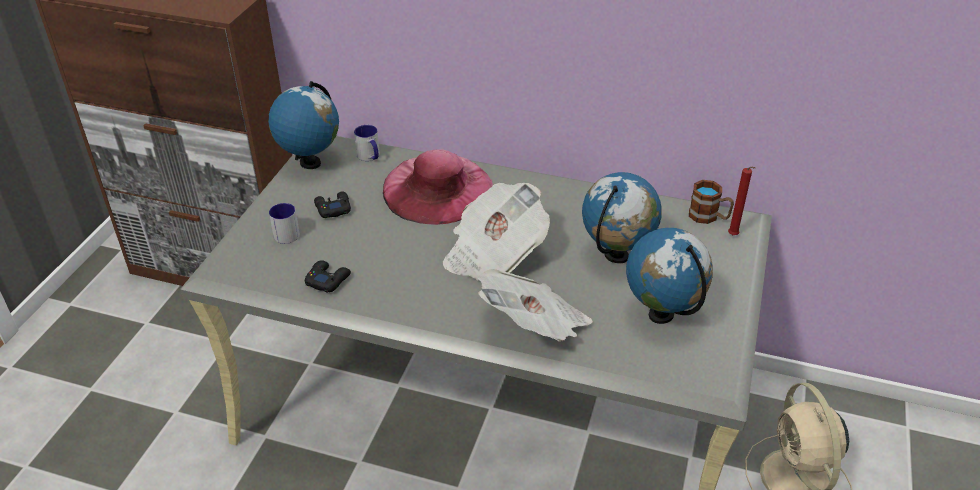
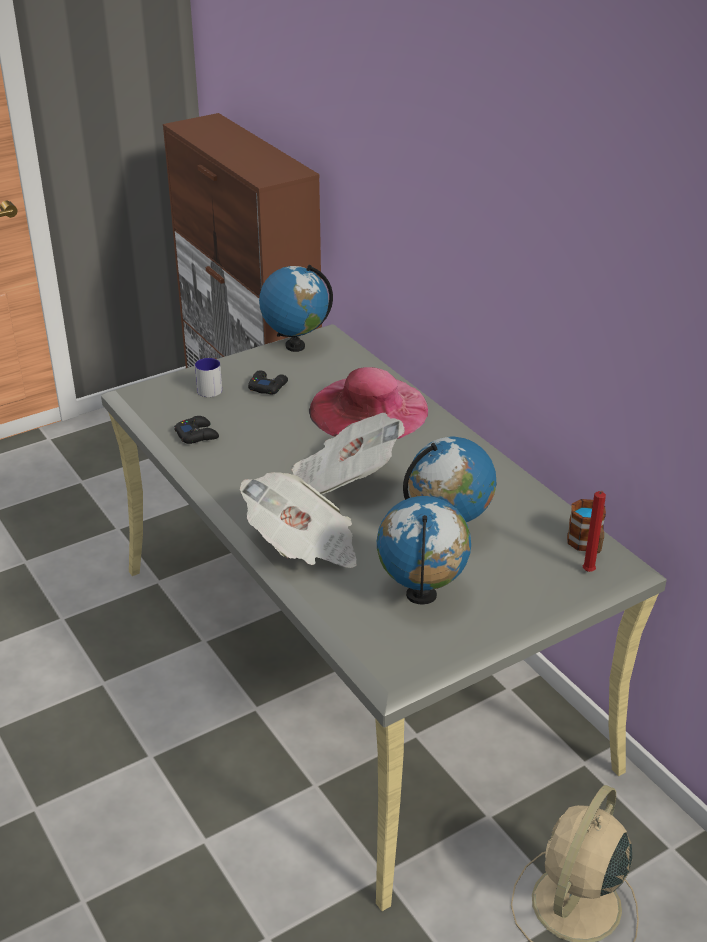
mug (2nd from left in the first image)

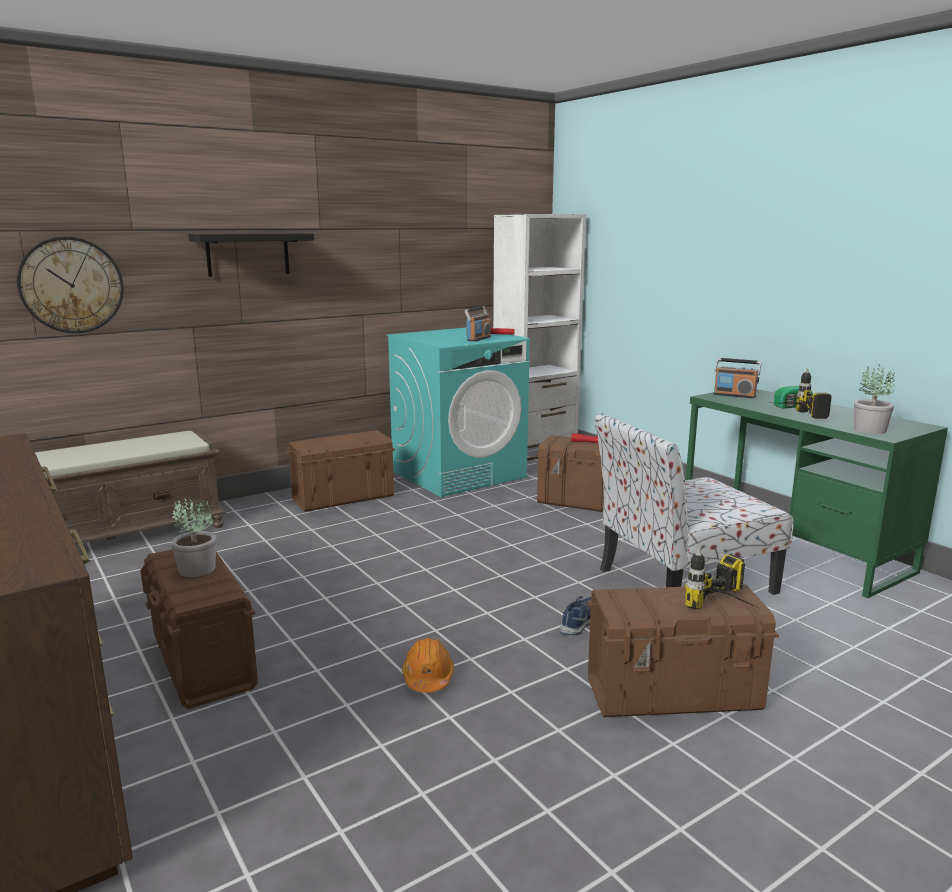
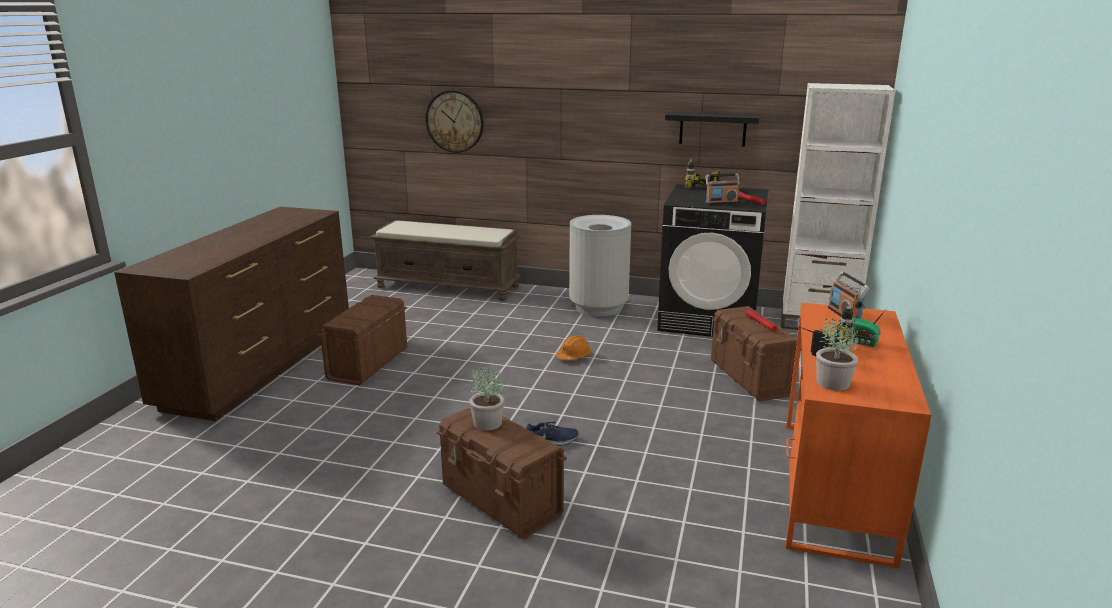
black shelf
black washing machine
orange desk
chair
grey trash can
potted plant (1st from left)
power drill (1st from left)
orange hard hat

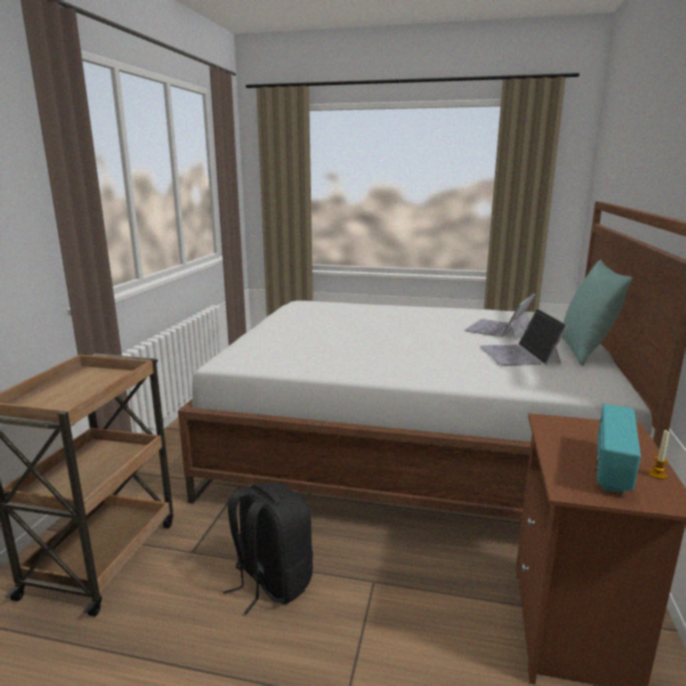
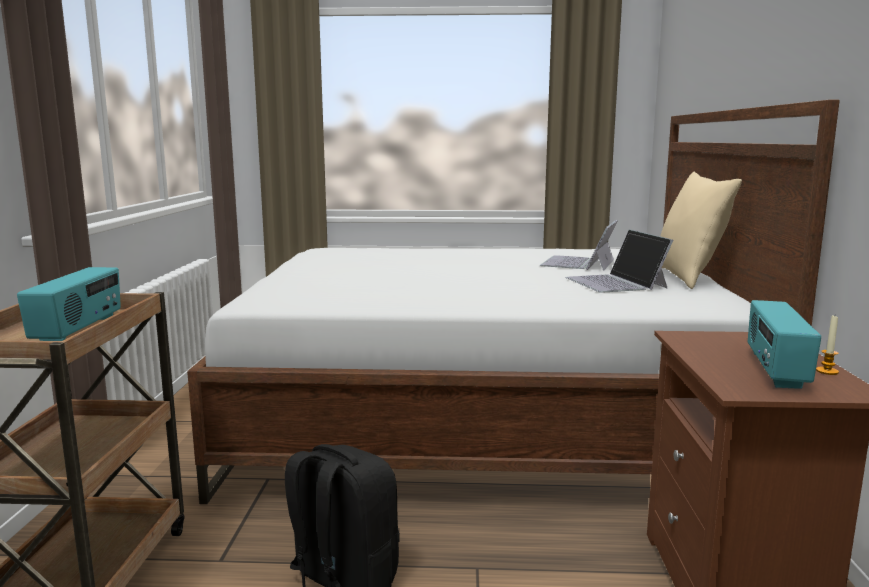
beige pillow
radio (1st from left)

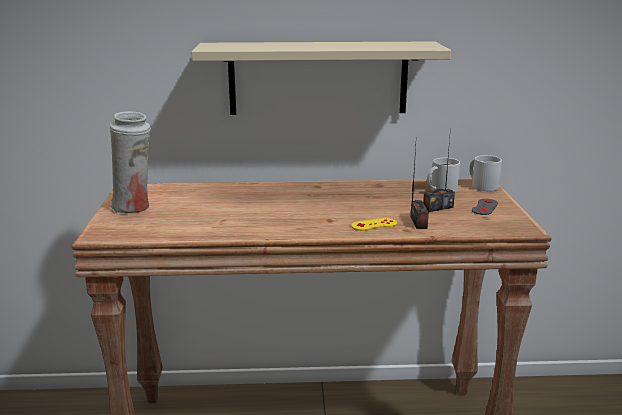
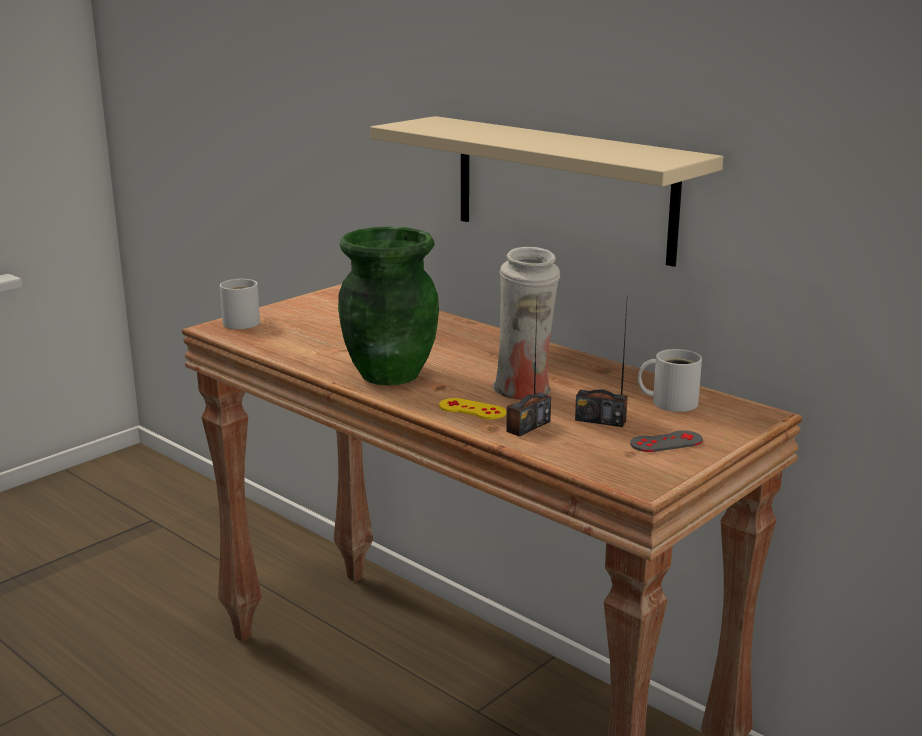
white vase
white mug (1st from left)
green vase

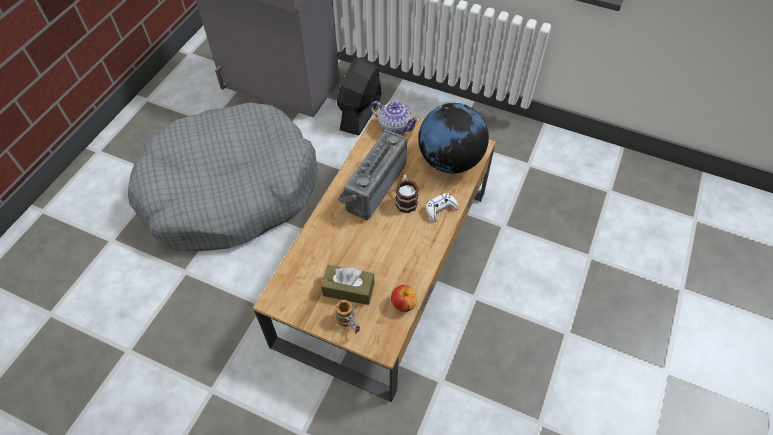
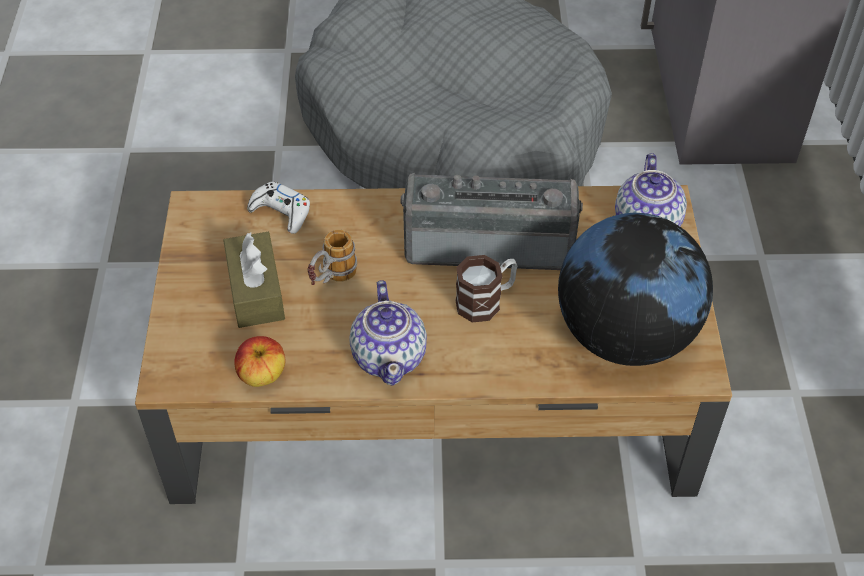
black fan
white game controller
mug (1st from left)
teapot (1st from left)

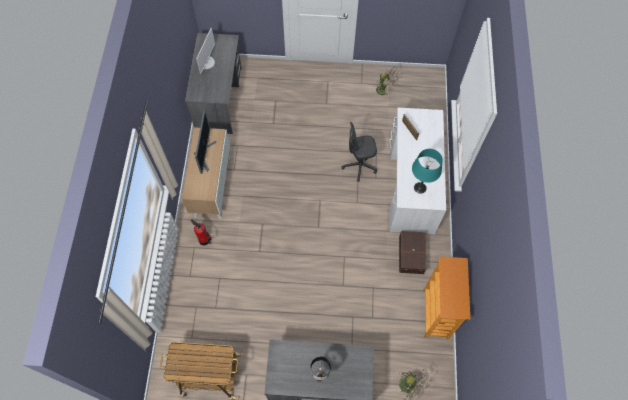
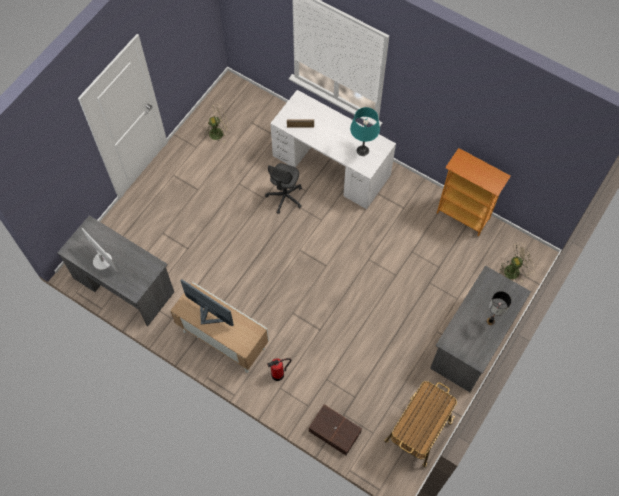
brown storage box

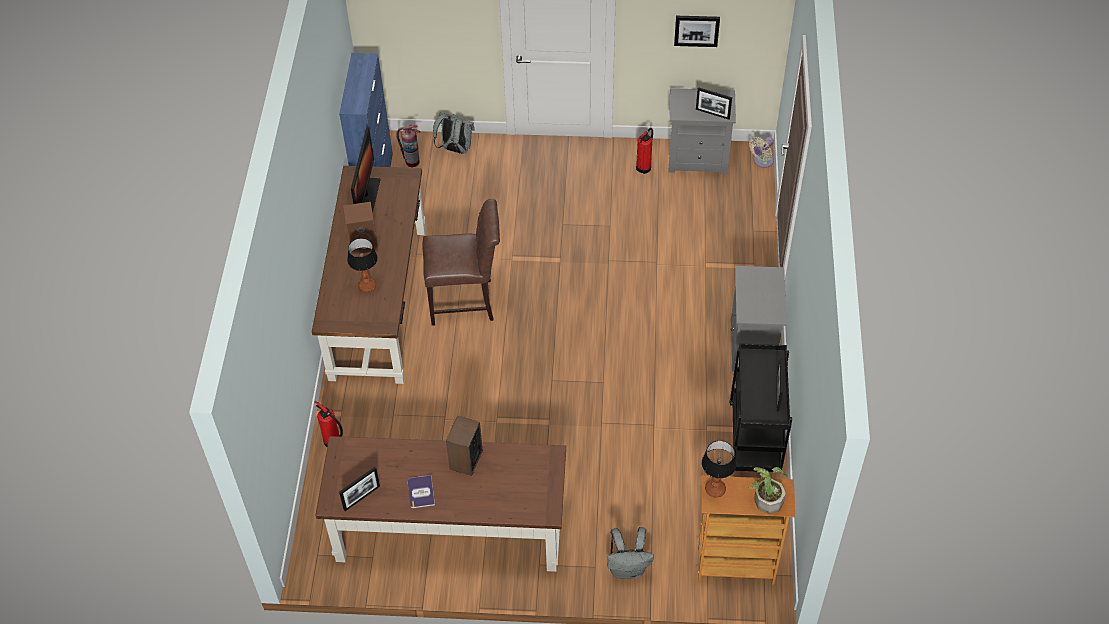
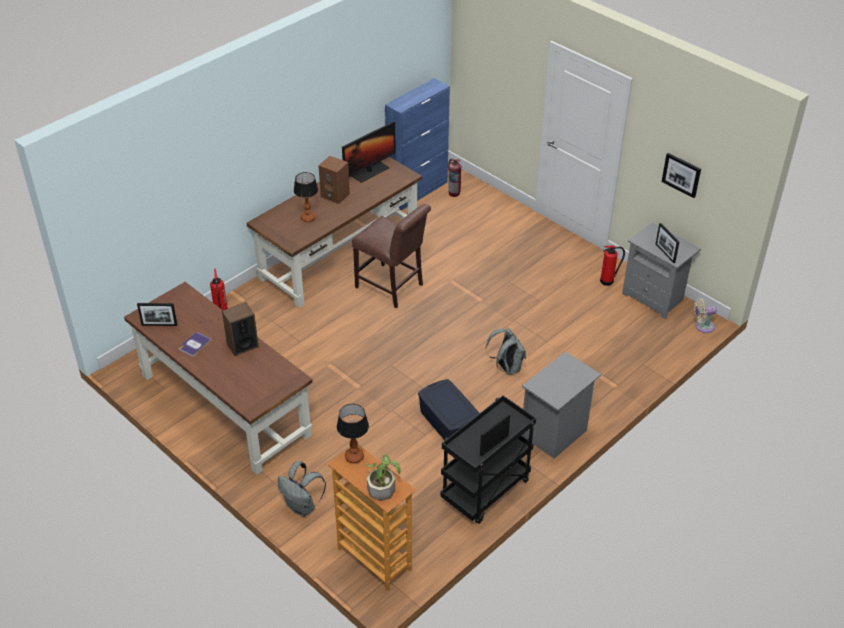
grey backpack (2nd from left)
blue storage box

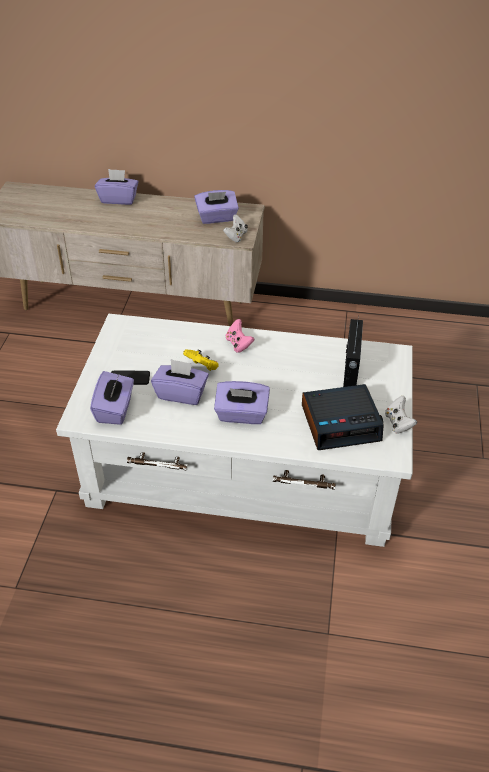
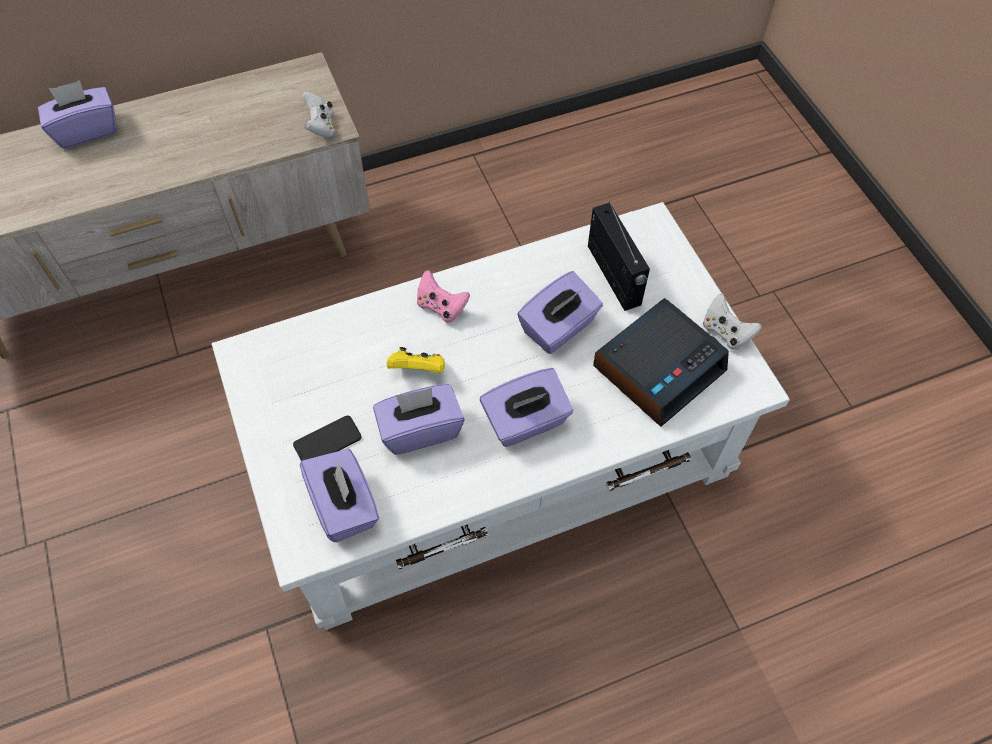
purple tissue box (5th from left)

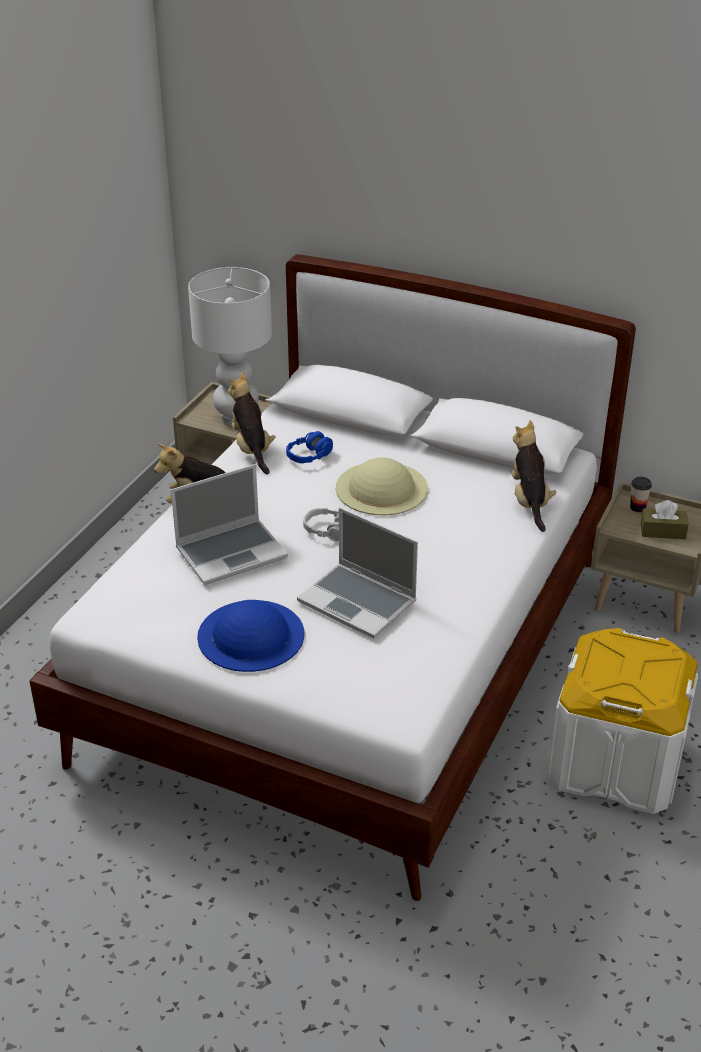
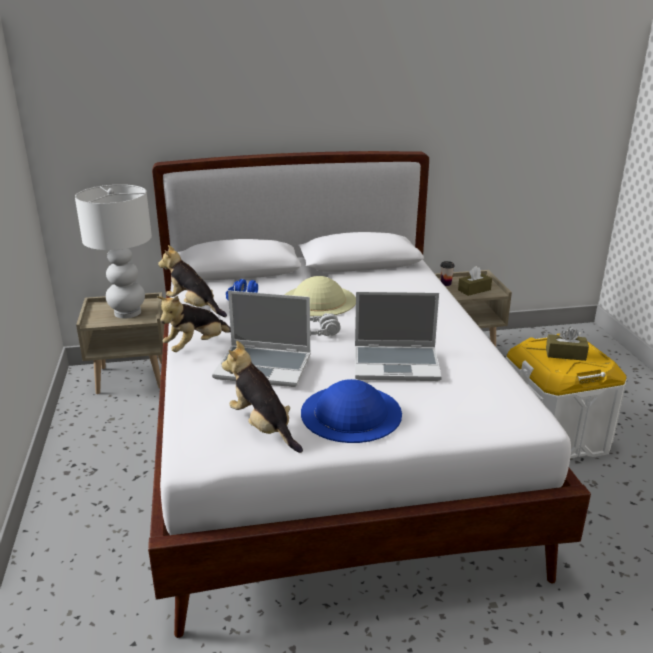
plush toy (3rd from left)
laptop (1st from left)
brown tissue box (2nd from left)

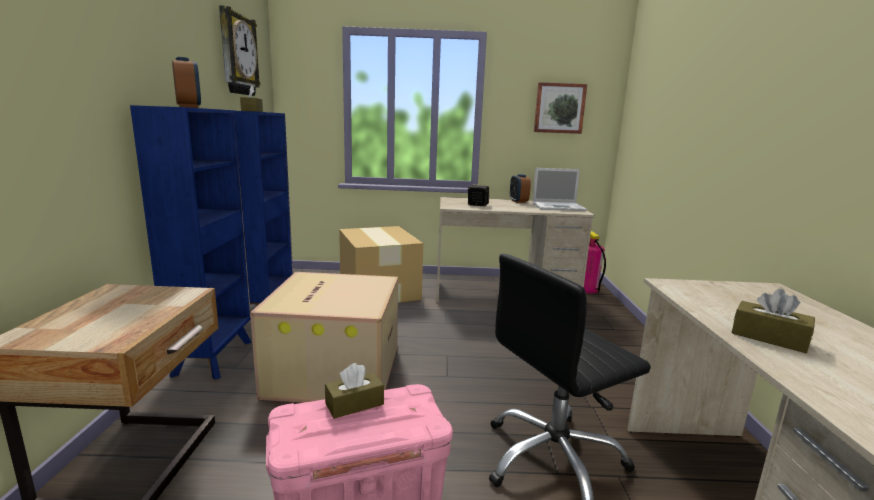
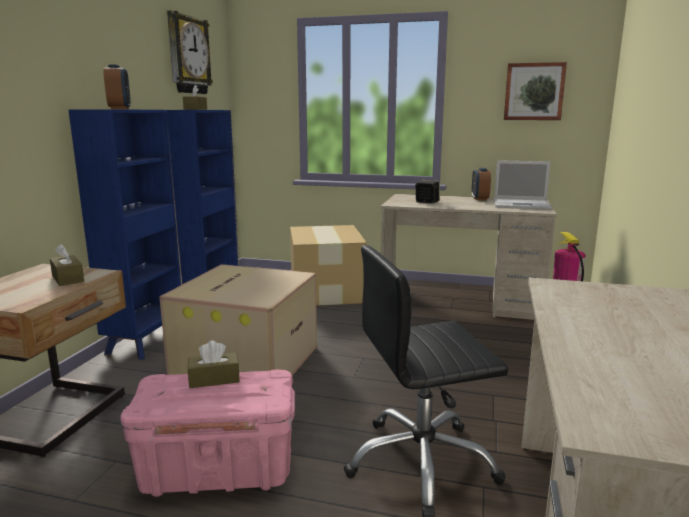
brown tissue box (1st from left)

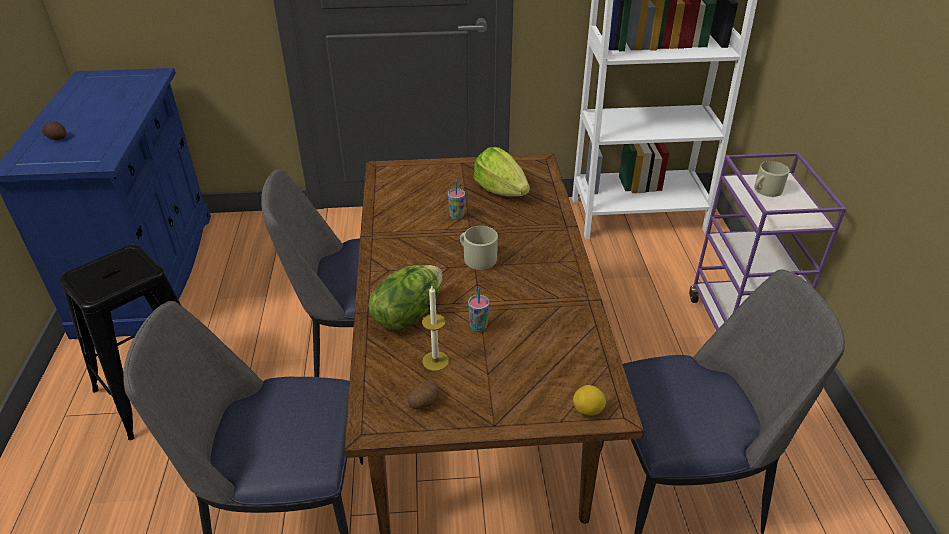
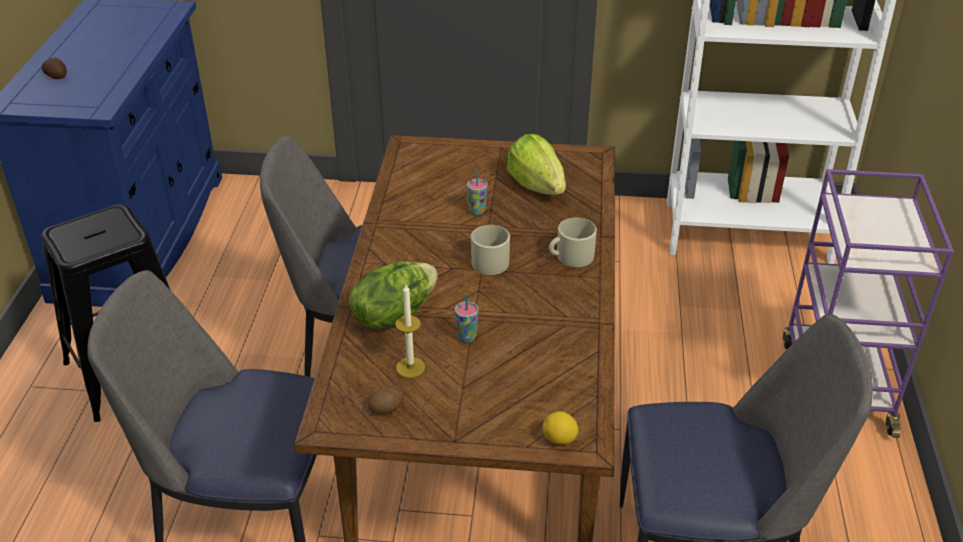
beige mug (2nd from left)

